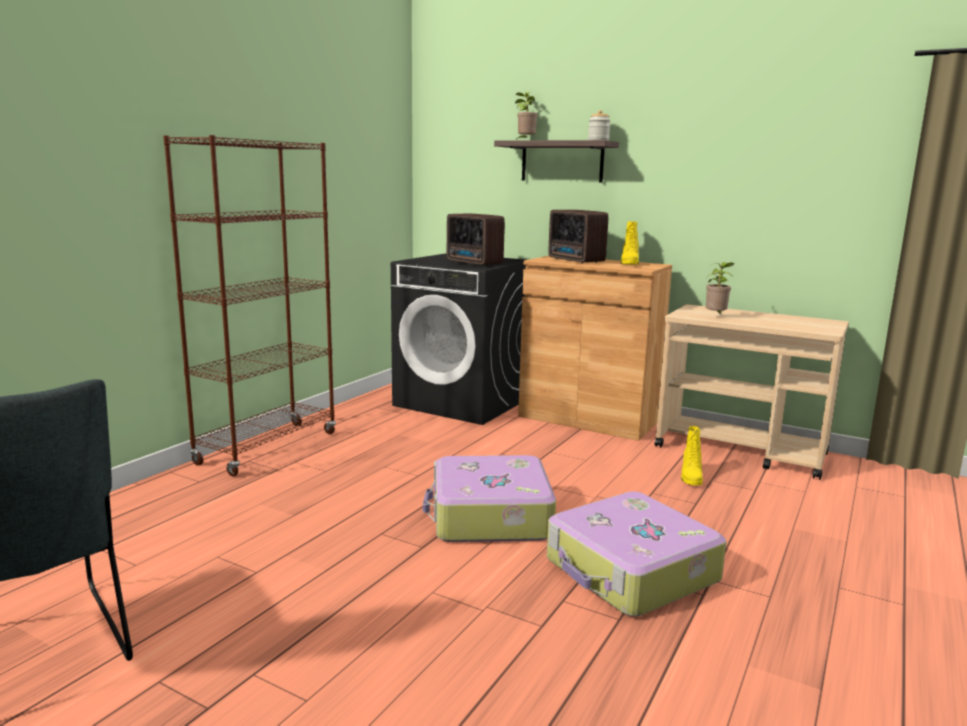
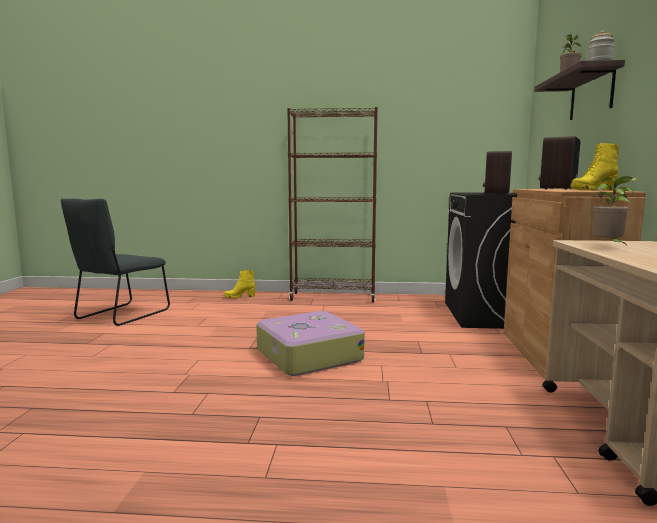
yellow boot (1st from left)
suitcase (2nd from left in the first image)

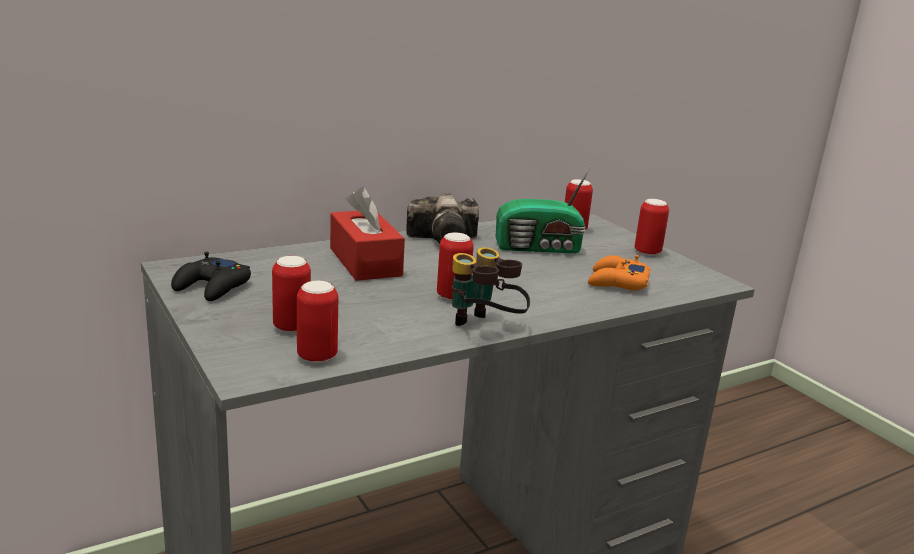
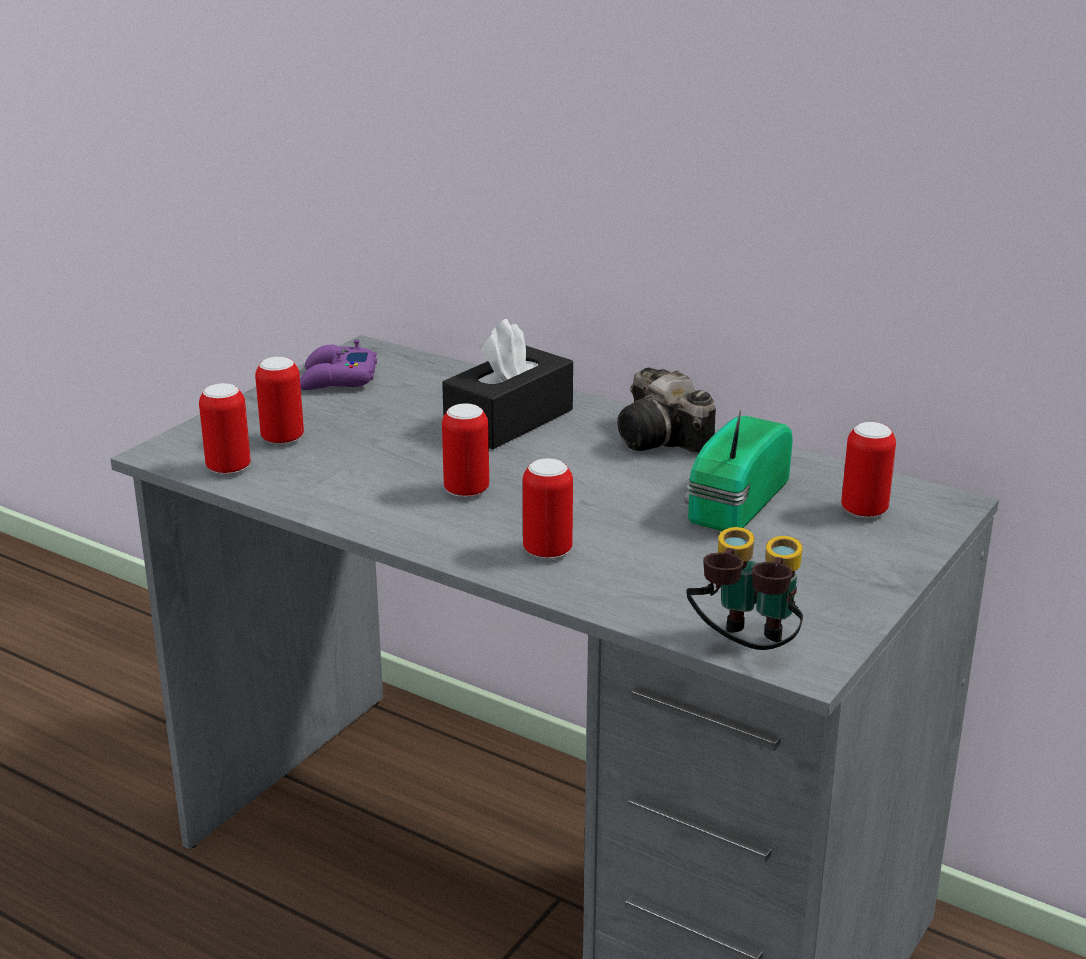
radio
black tissue box
can (4th from left)
binoculars
purple game controller
orange game controller

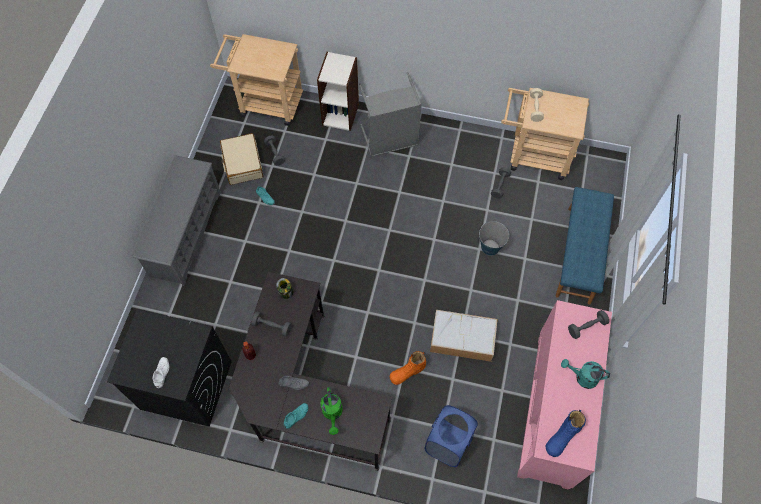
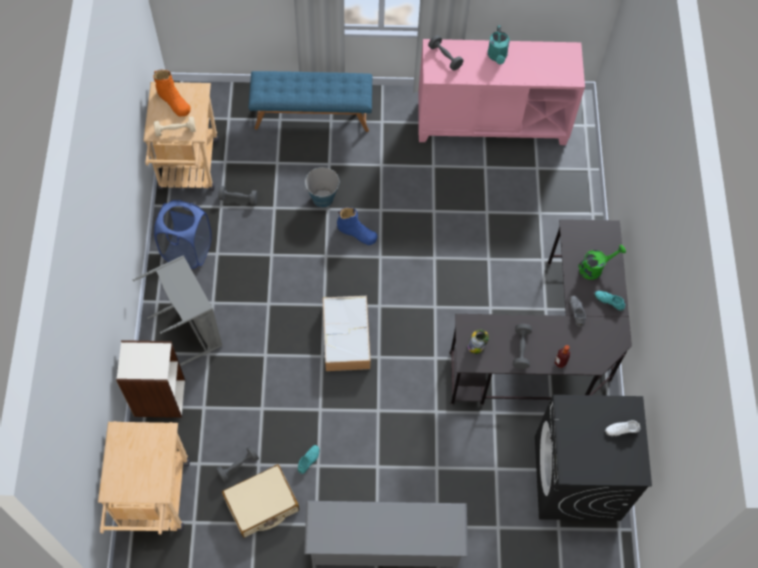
storage box
orange boot
blue laundry basket
blue boot

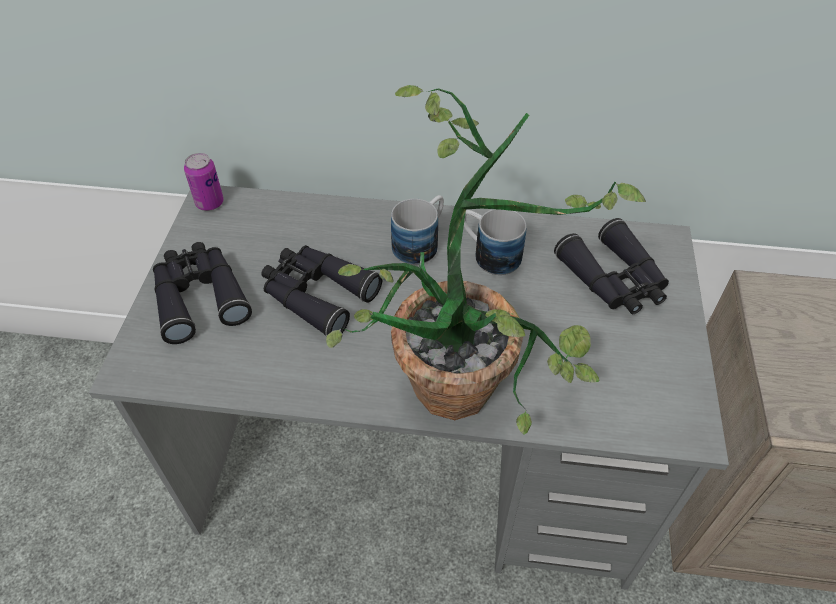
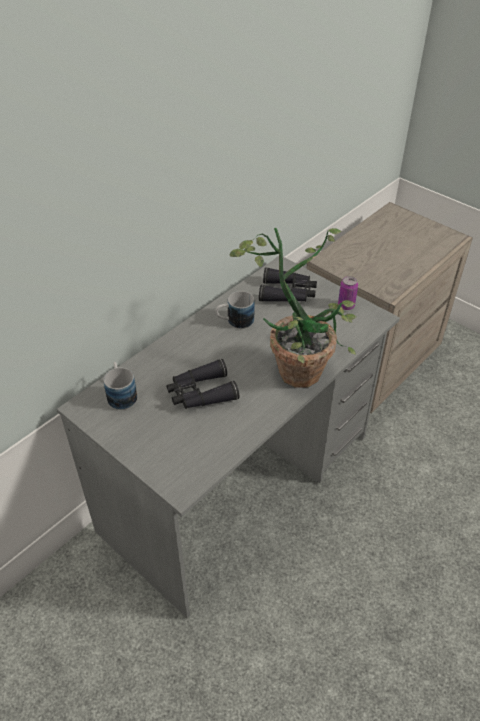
can
mug (1st from left)
black binoculars (1st from left in the first image)

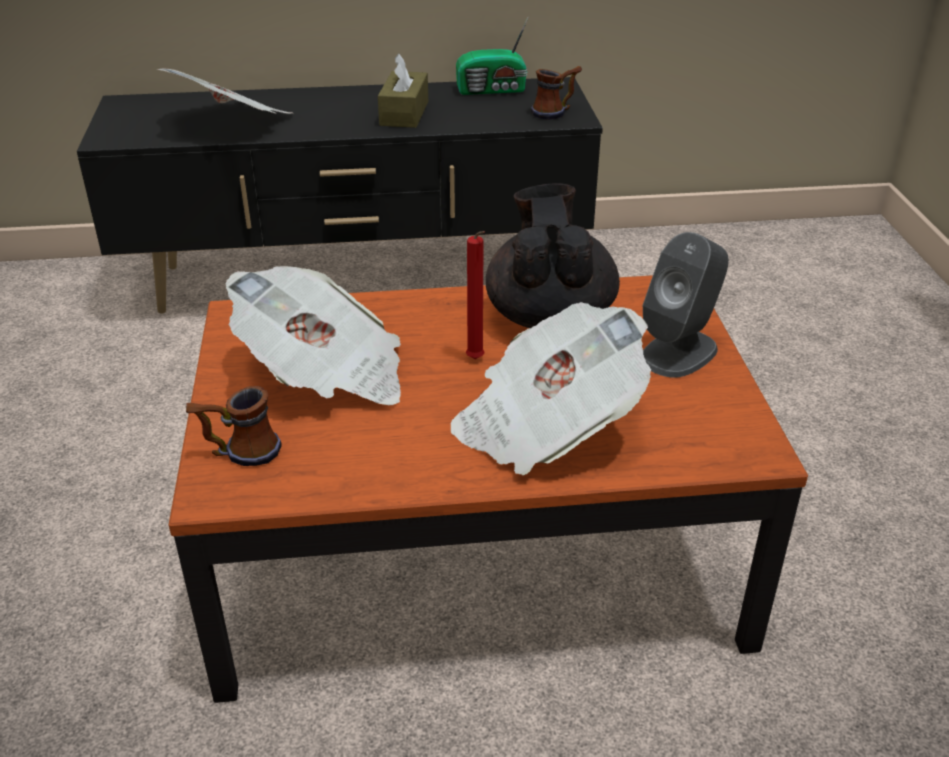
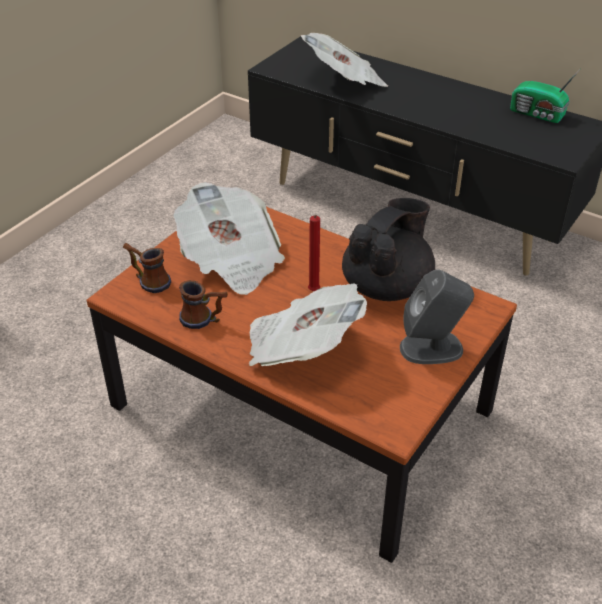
brown tissue box
mug (2nd from left)

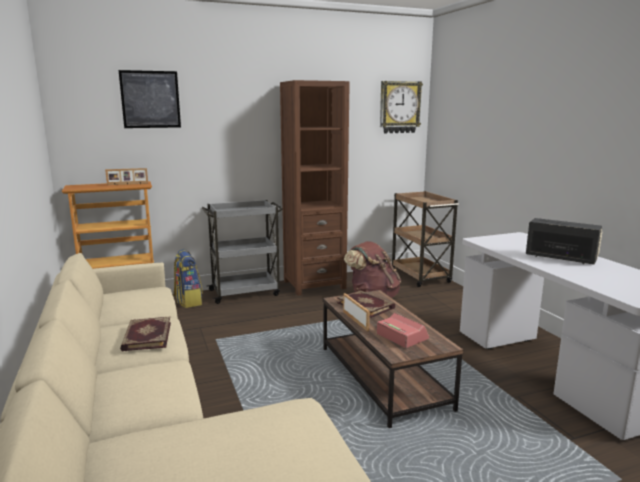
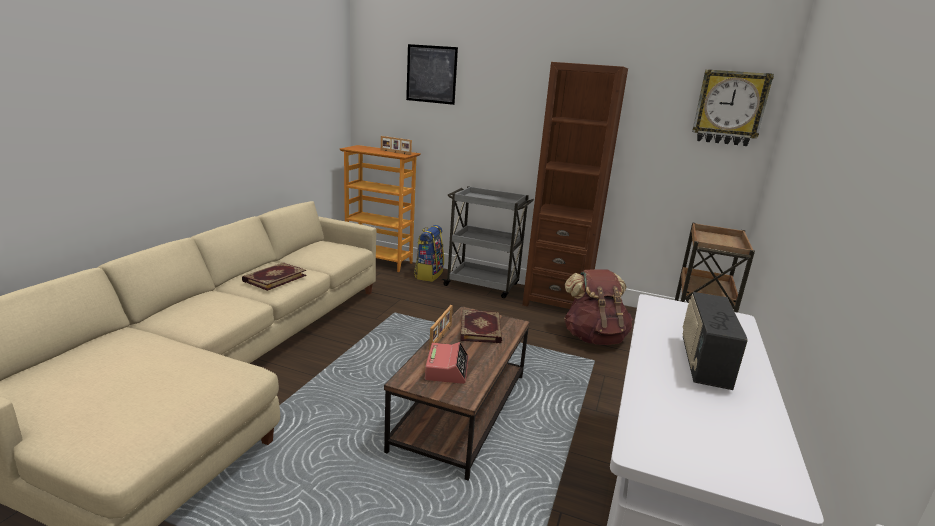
radio

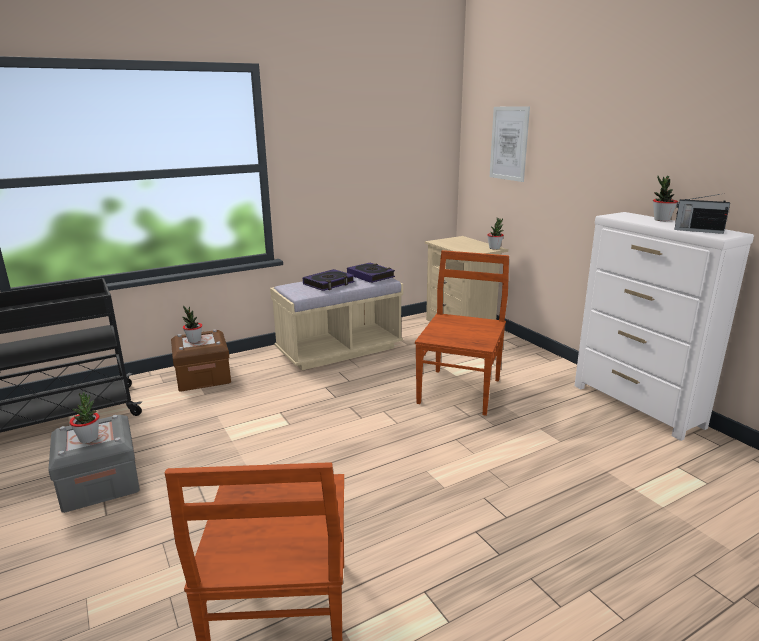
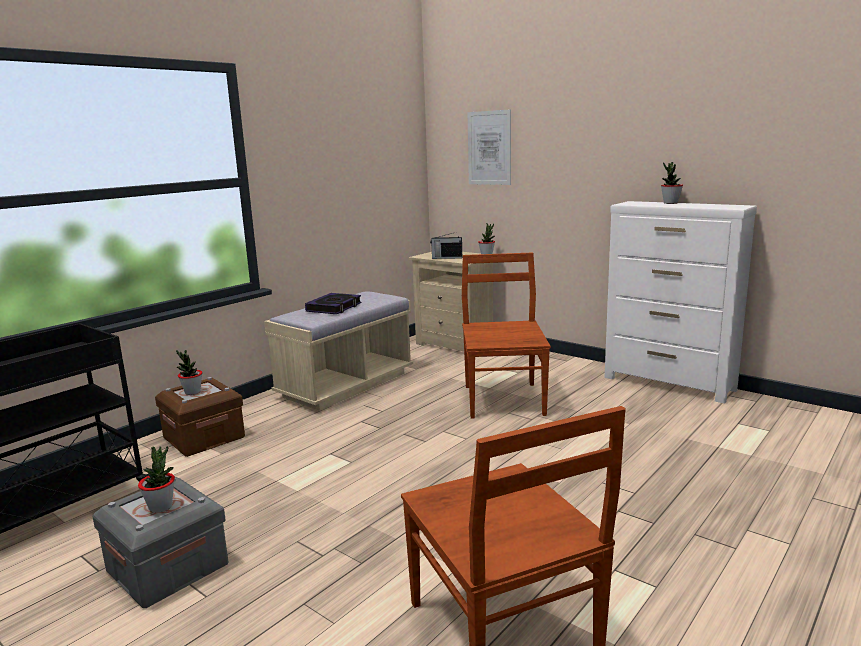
radio
book (2nd from left in the first image)

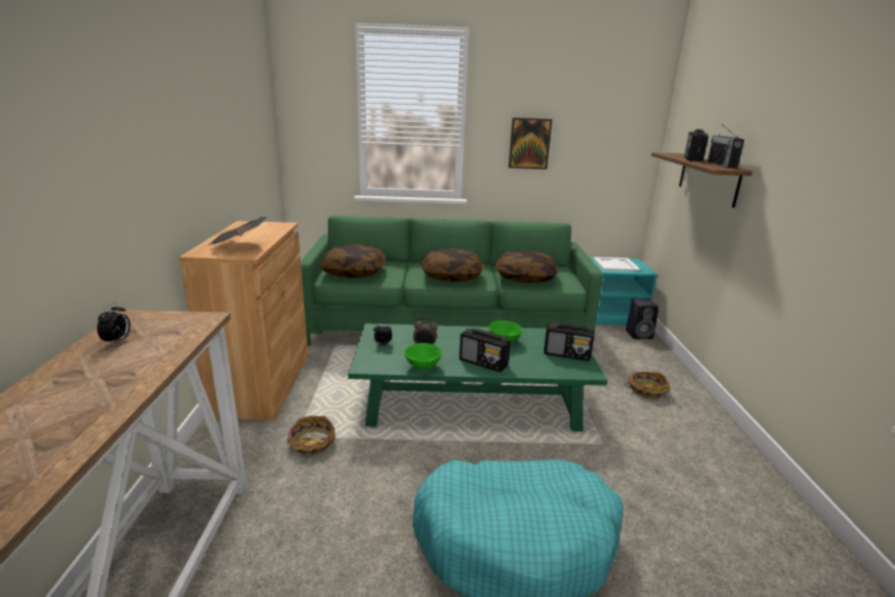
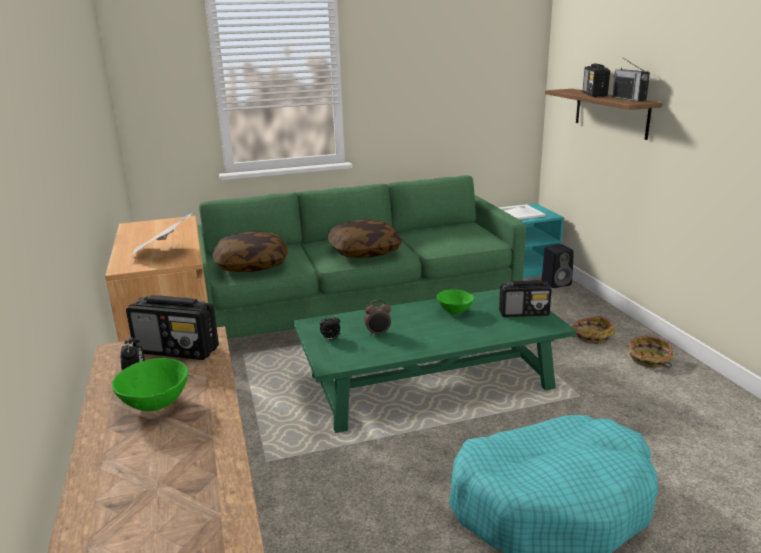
picture
pillow (3rd from left in the first image)
radio (1st from left)
green bowl (1st from left)
basket (2nd from left)

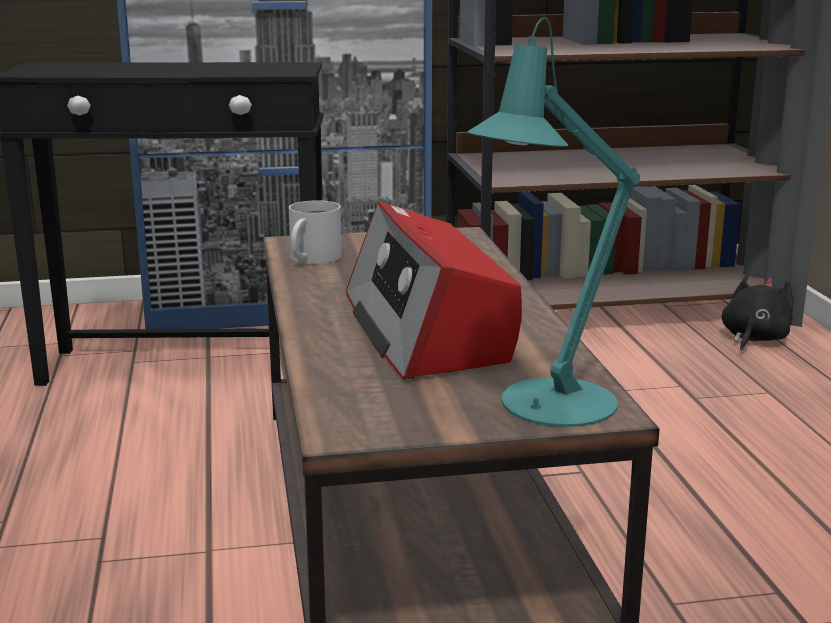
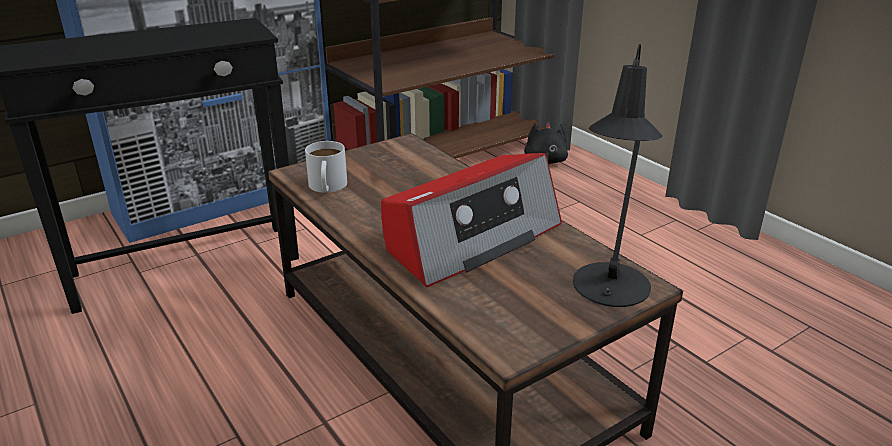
black table lamp
radio

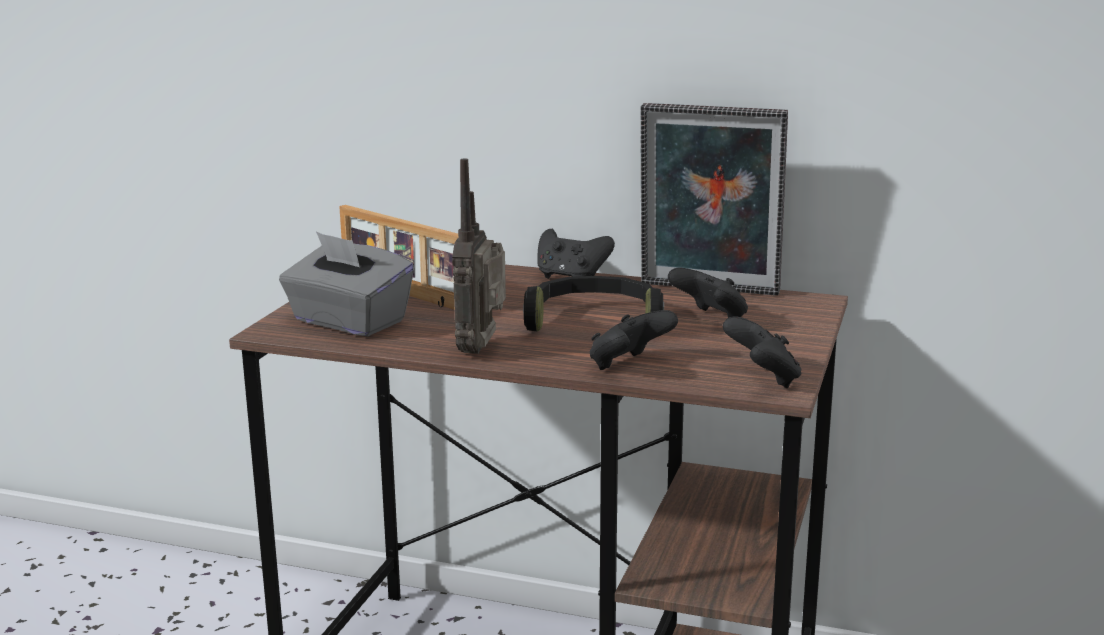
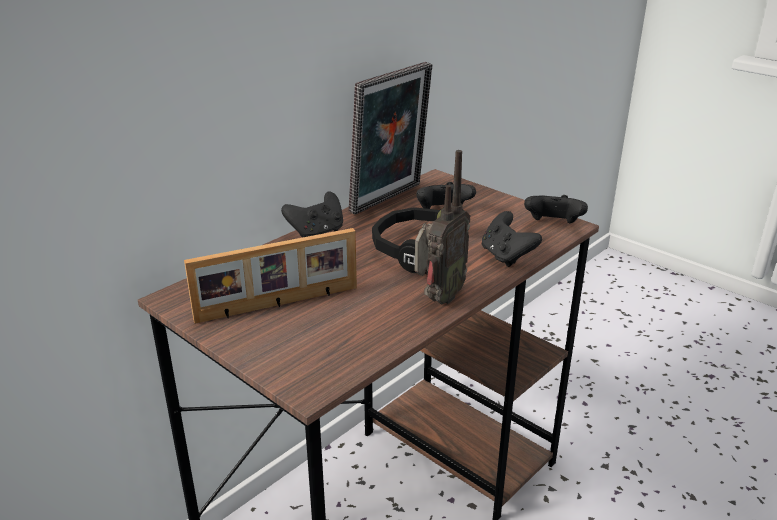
radio
grey tissue box

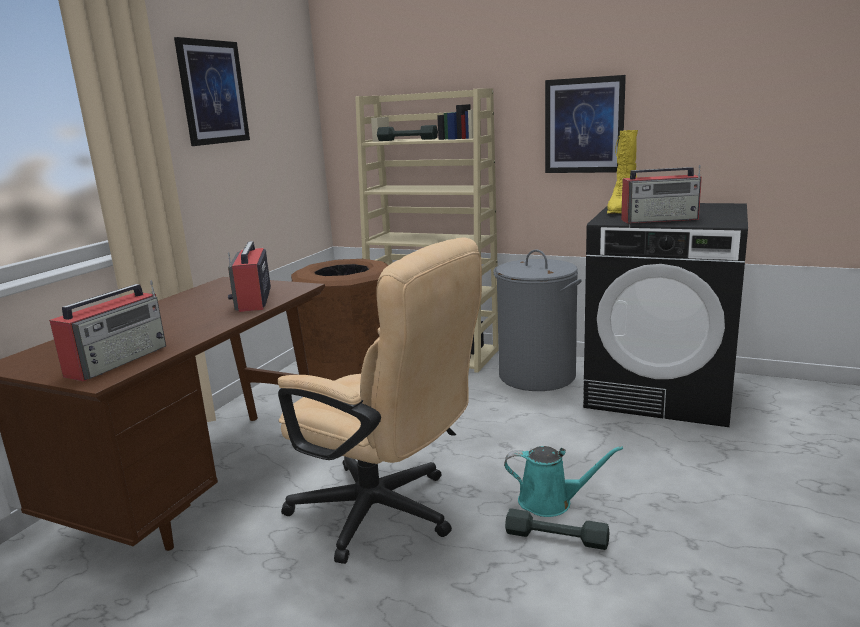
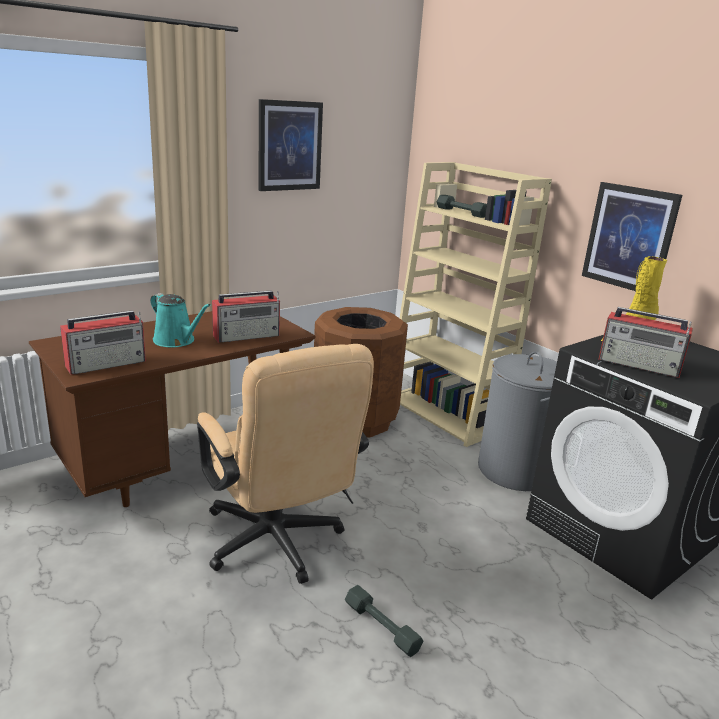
radio (2nd from left)
turquoise watering can

